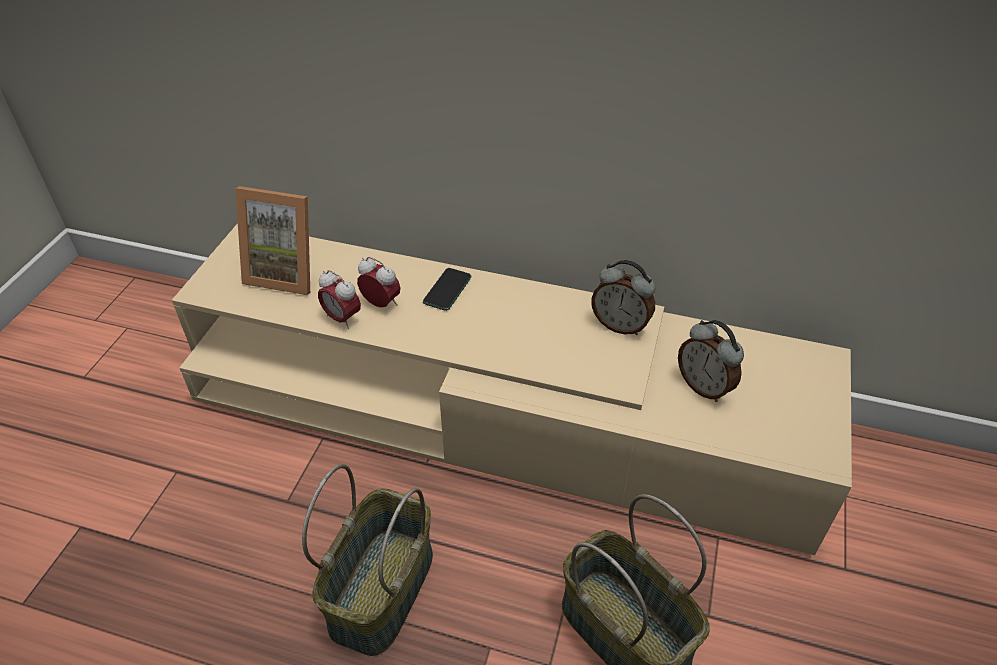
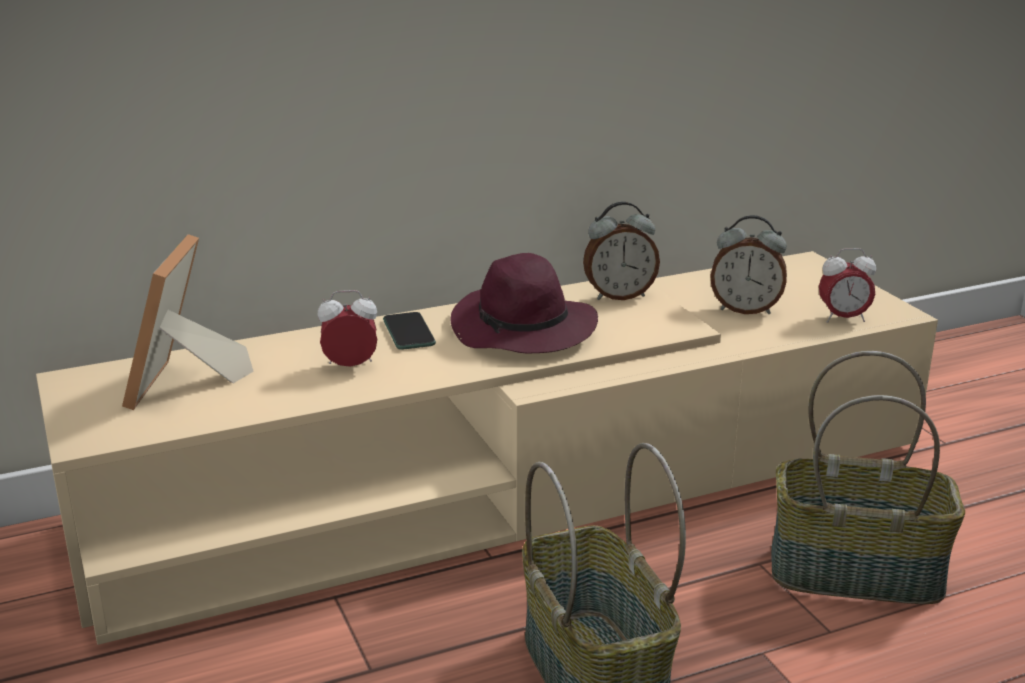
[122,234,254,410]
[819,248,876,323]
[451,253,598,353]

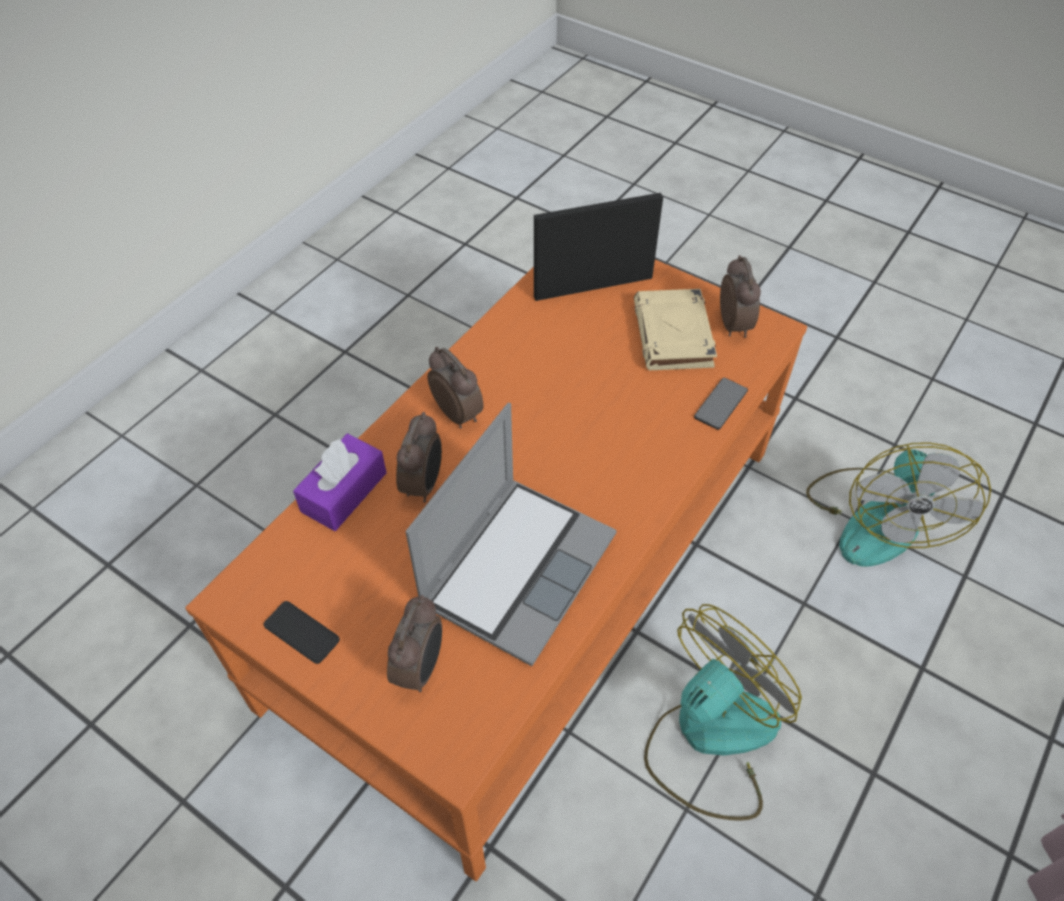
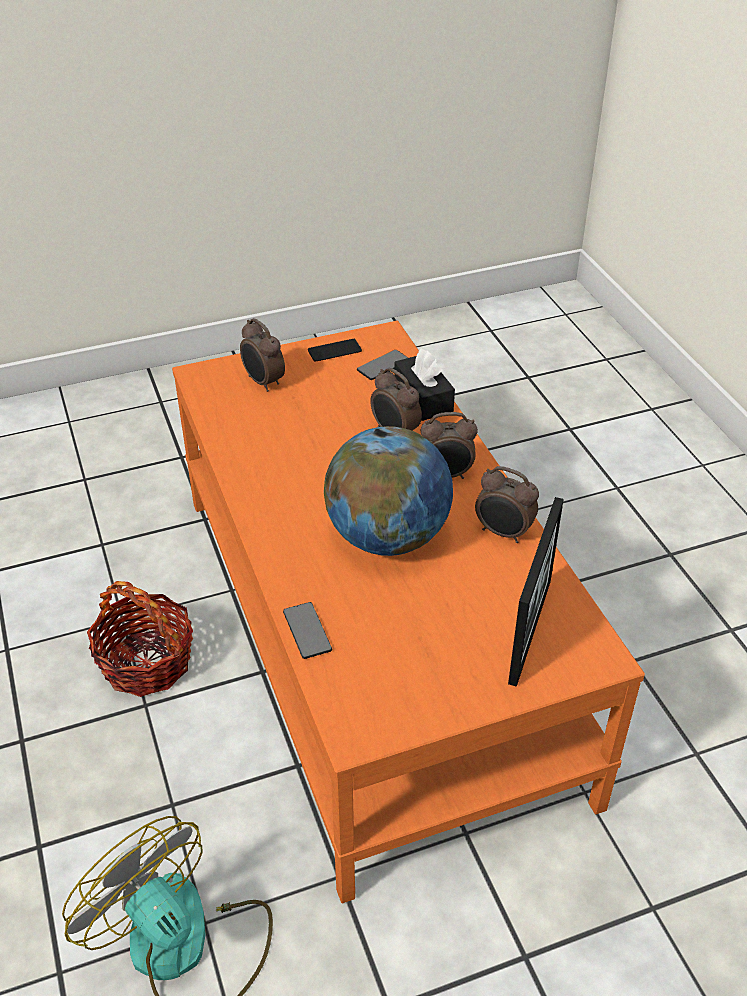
[475,466,539,543]
[634,289,717,370] (first image)
[405,403,617,666] (first image)
[394,349,455,421]
[87,581,193,697]
[357,350,408,380]
[324,426,453,556]

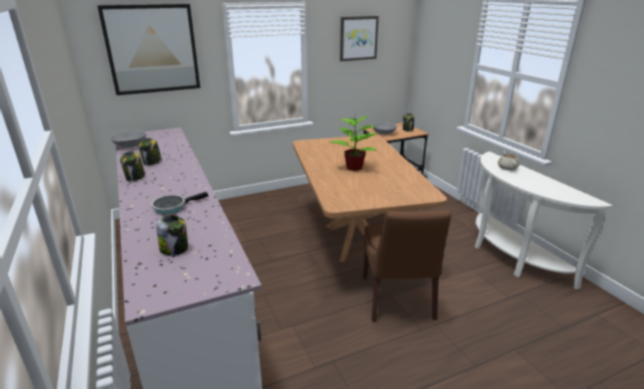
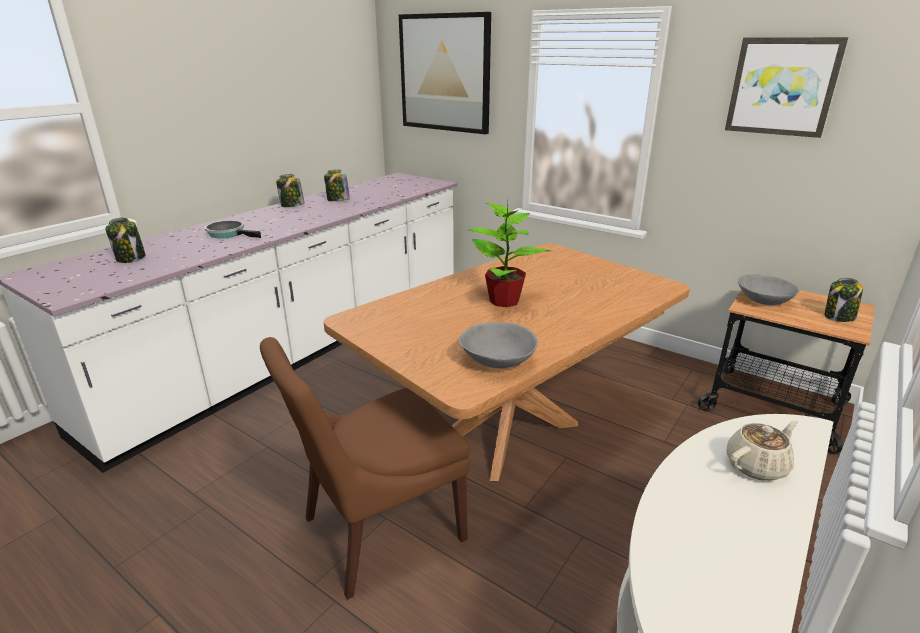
[459,322,538,368]

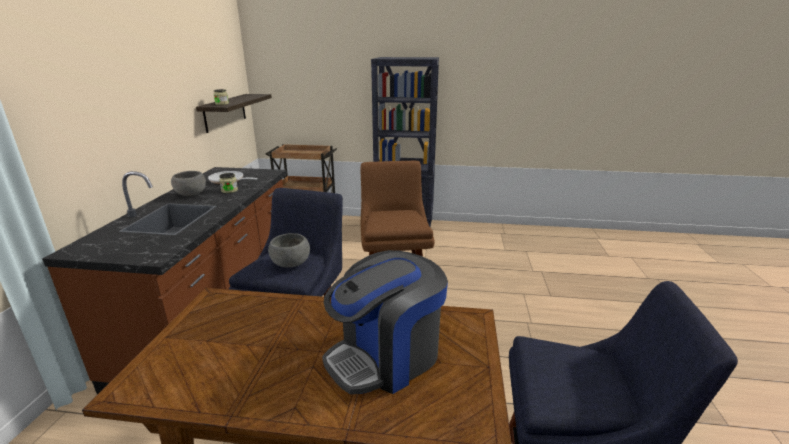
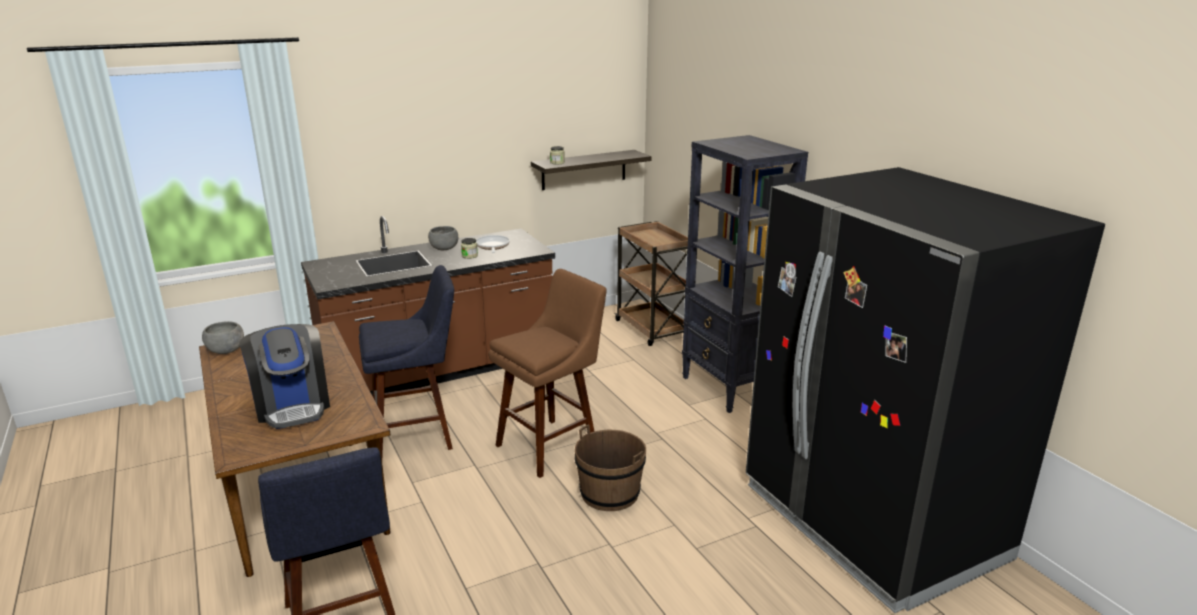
[202,321,244,354]
[240,324,330,429]
[746,167,1105,613]
[575,425,646,511]

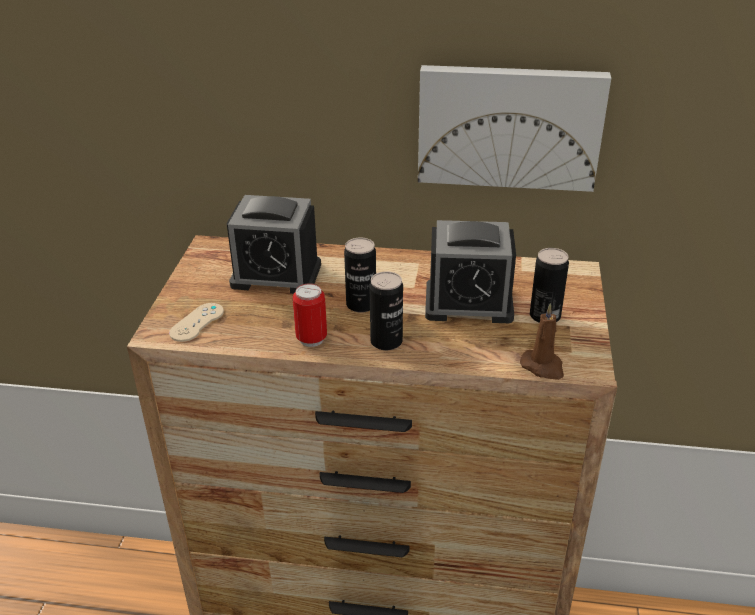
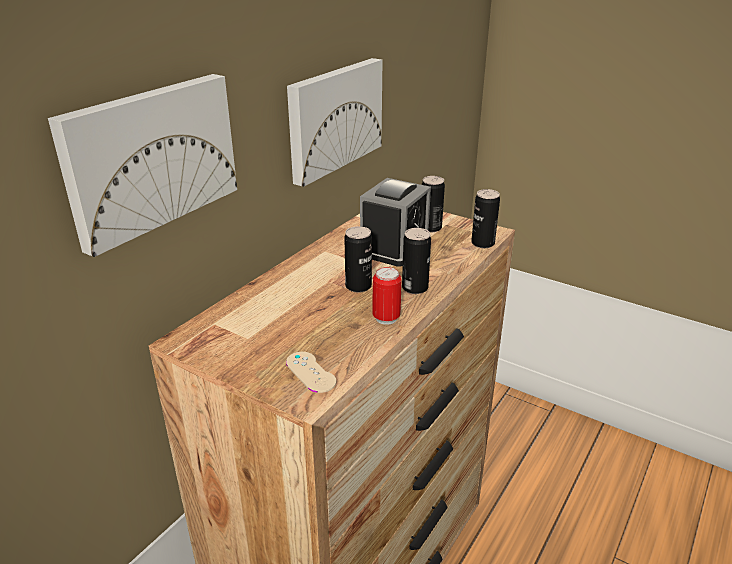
[227,195,321,294] (first image)
[471,189,500,248]
[48,74,237,257]

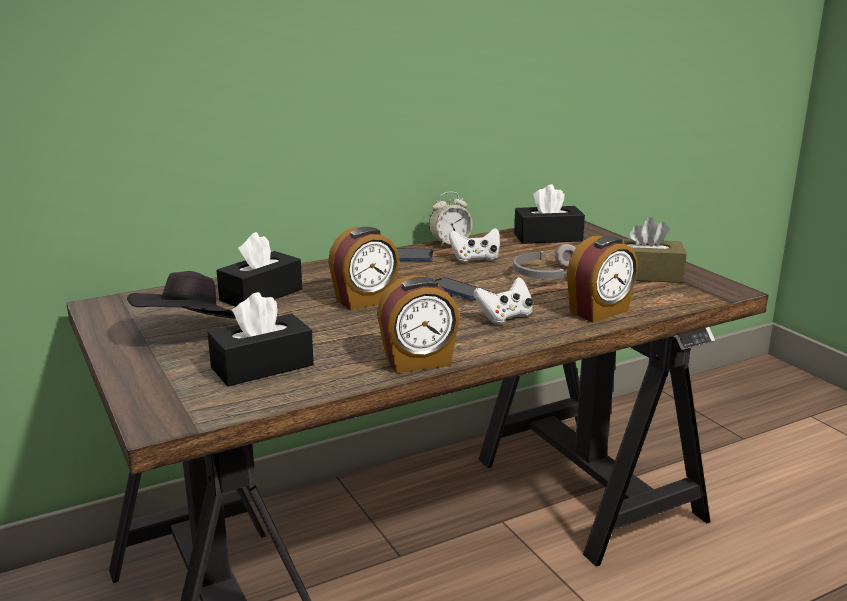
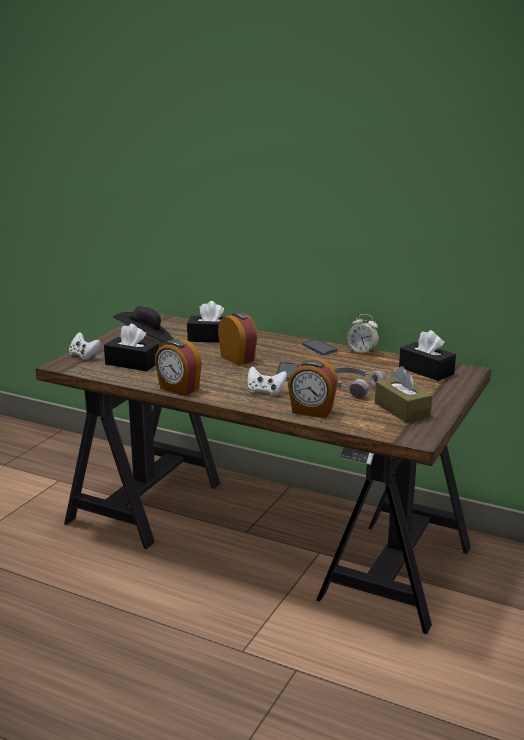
[218,312,258,365]
[69,332,101,360]

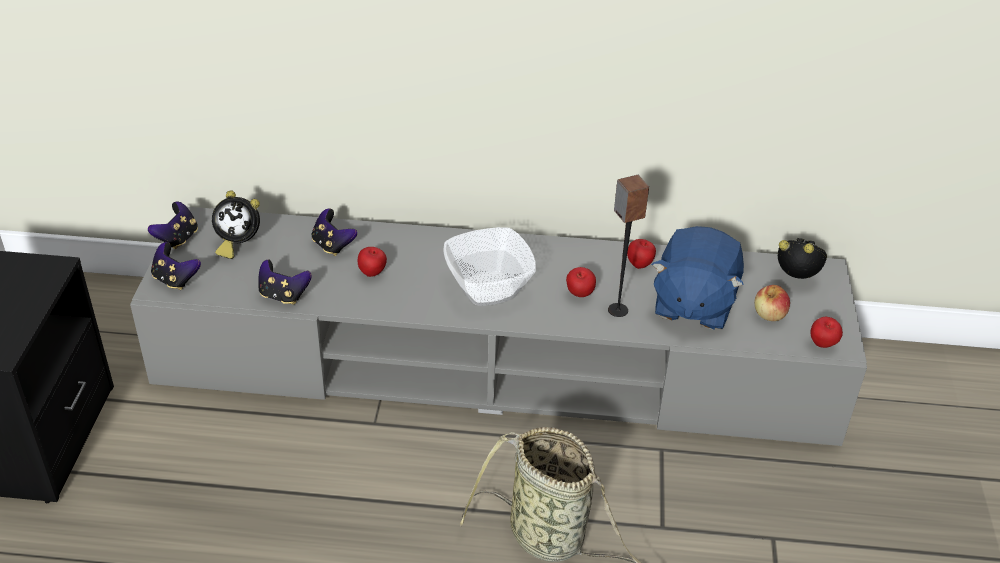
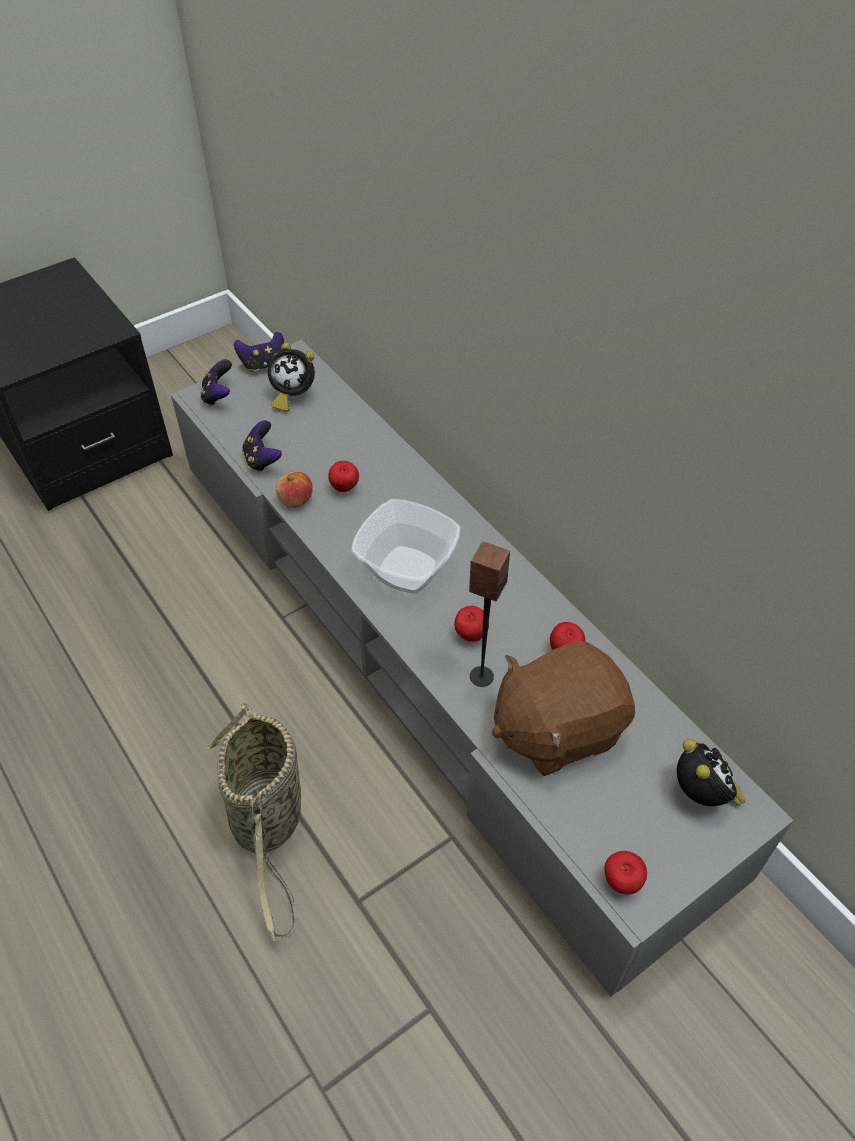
[268,342,315,411]
[312,208,357,256] (first image)
[492,641,635,776]
[276,471,313,508]

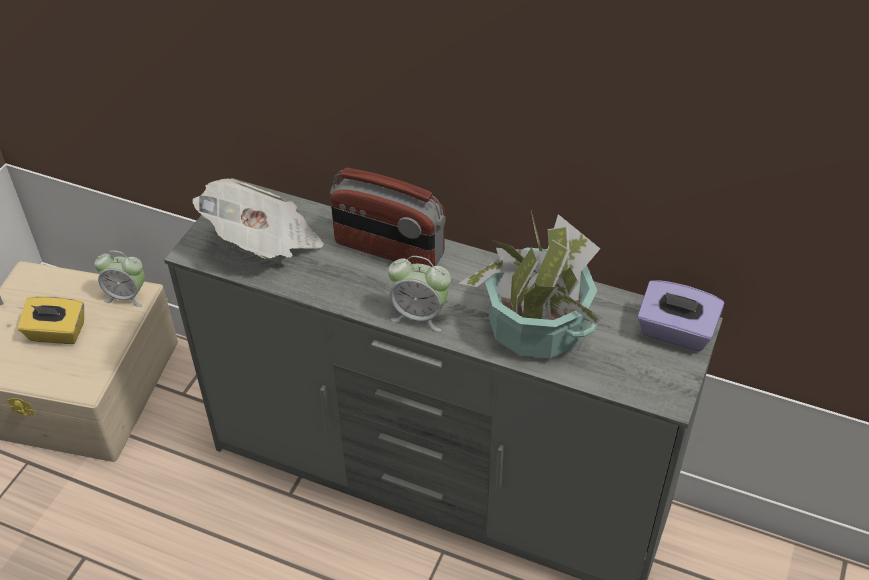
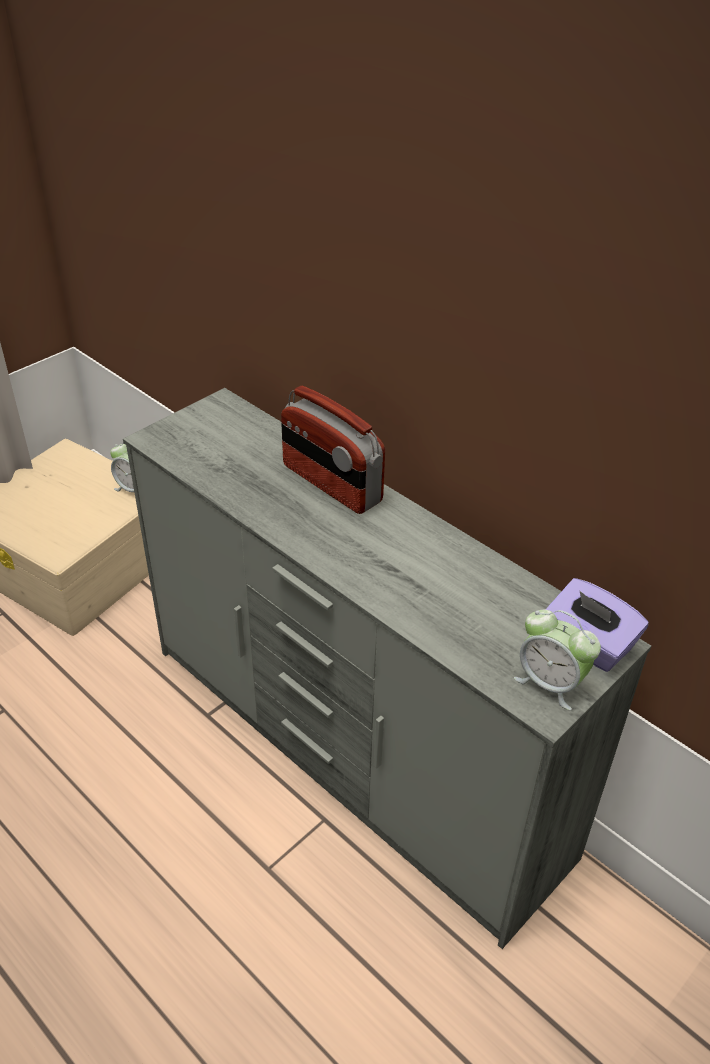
[192,178,324,259] (first image)
[458,212,602,358] (first image)
[514,610,601,710]
[17,296,84,344] (first image)

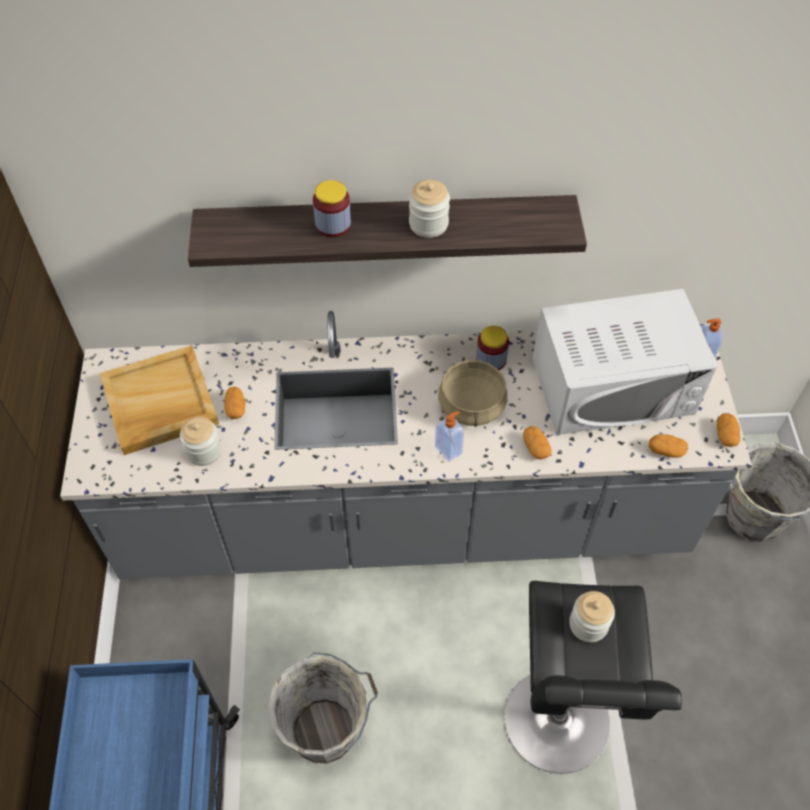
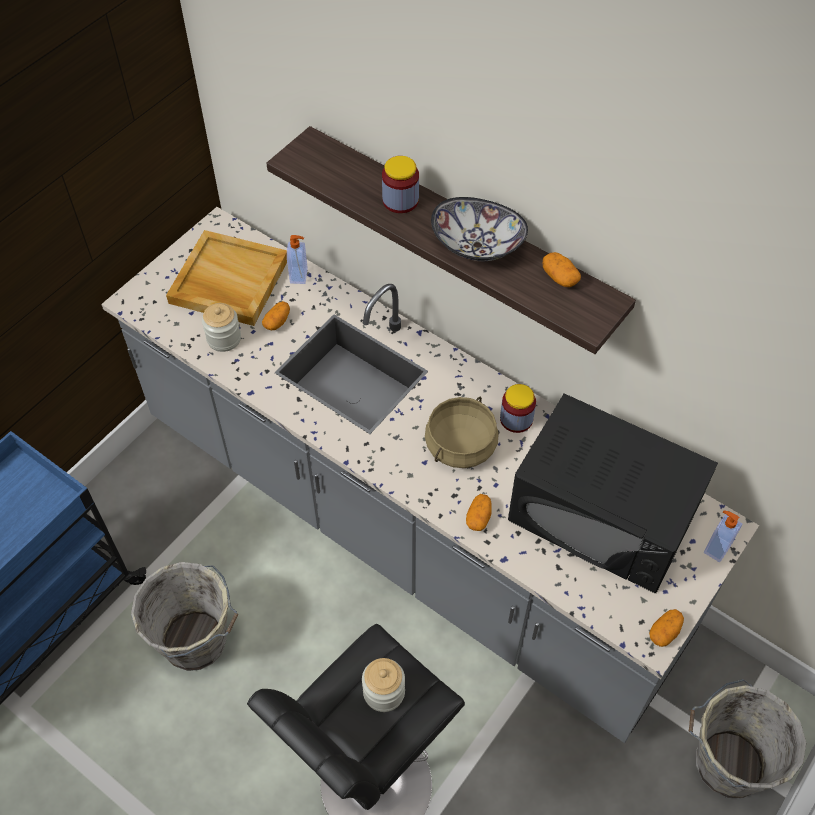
[431,197,528,261]
[508,394,718,593]
[287,235,308,284]
[543,252,581,287]

